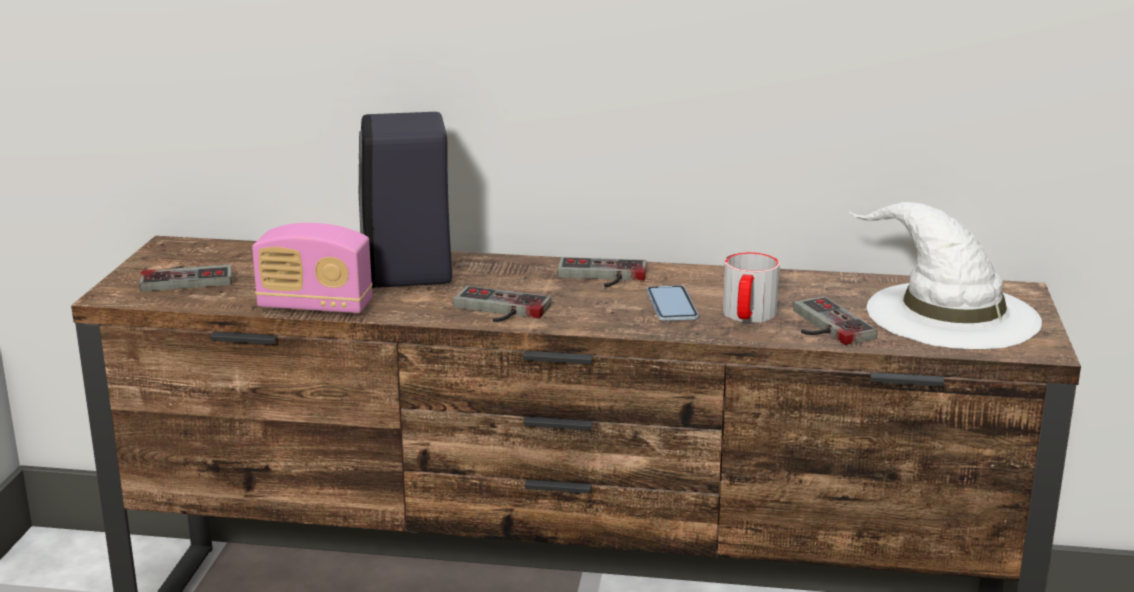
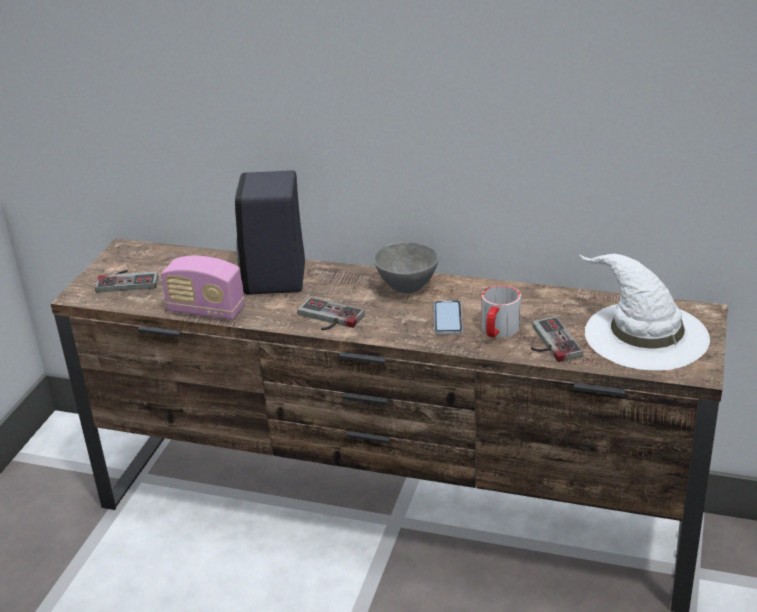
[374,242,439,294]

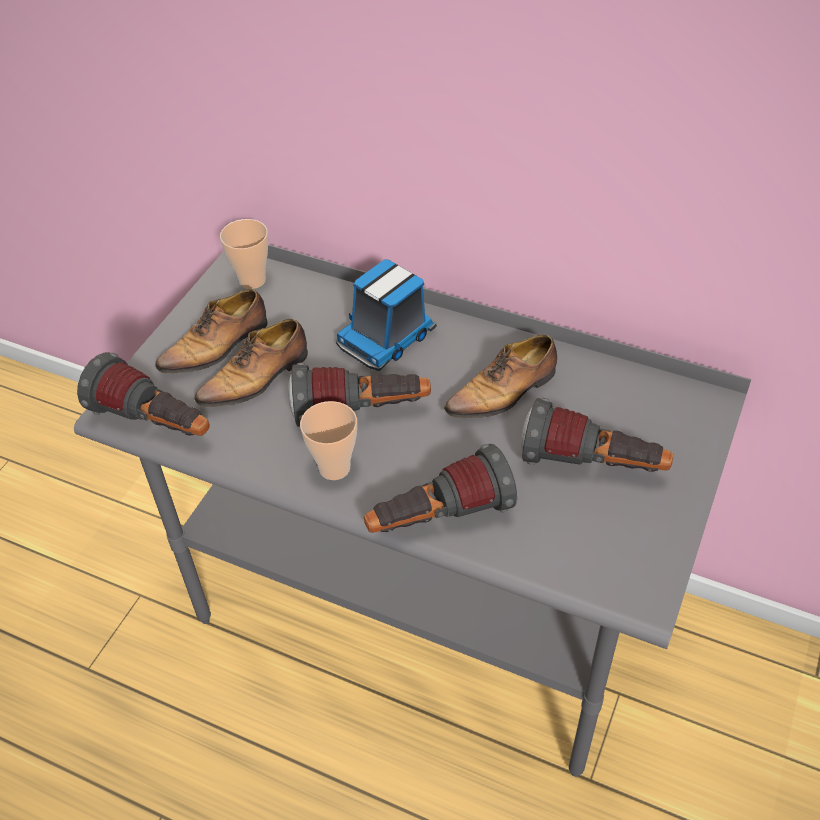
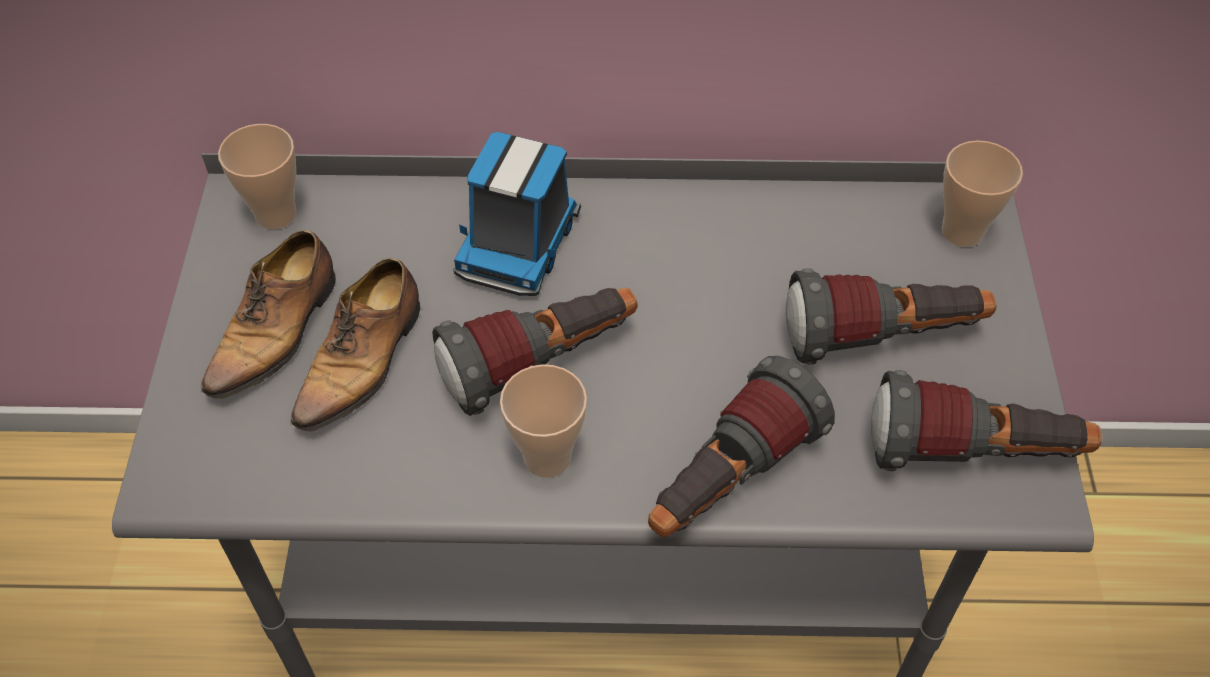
[443,334,557,418] (first image)
[871,370,1102,471]
[942,140,1023,247]

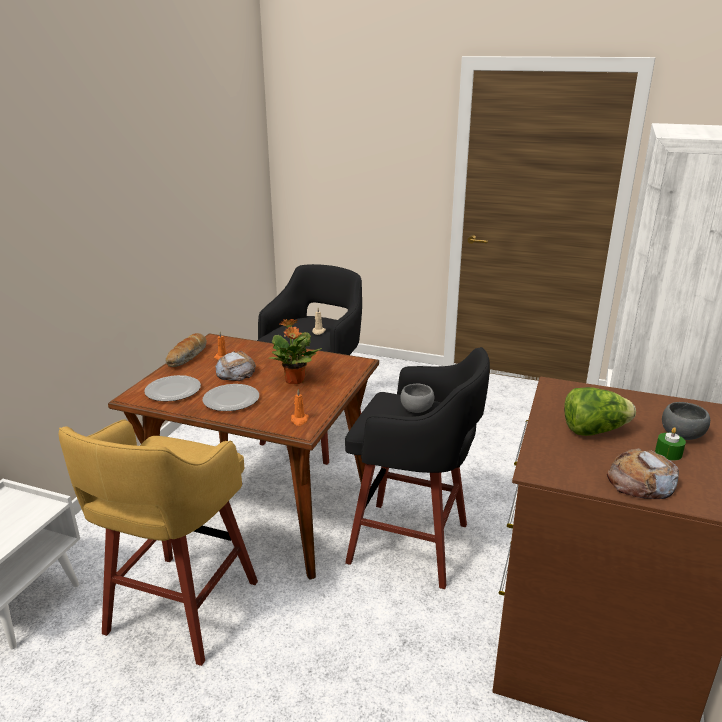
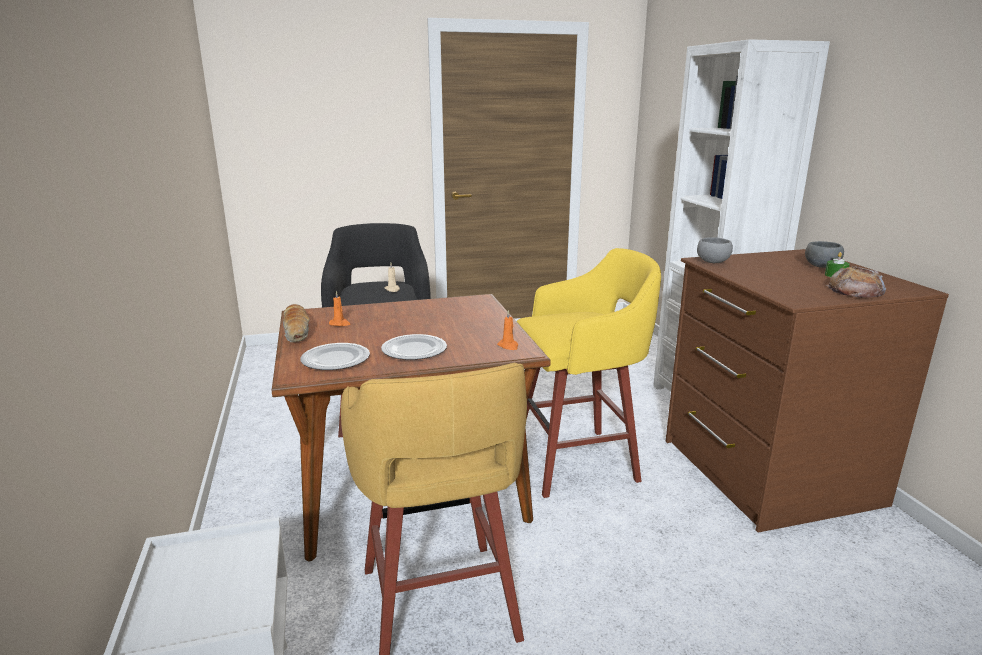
[269,319,322,384] (first image)
[517,248,661,498]
[215,351,256,381] (first image)
[697,237,733,263]
[564,387,636,436] (first image)

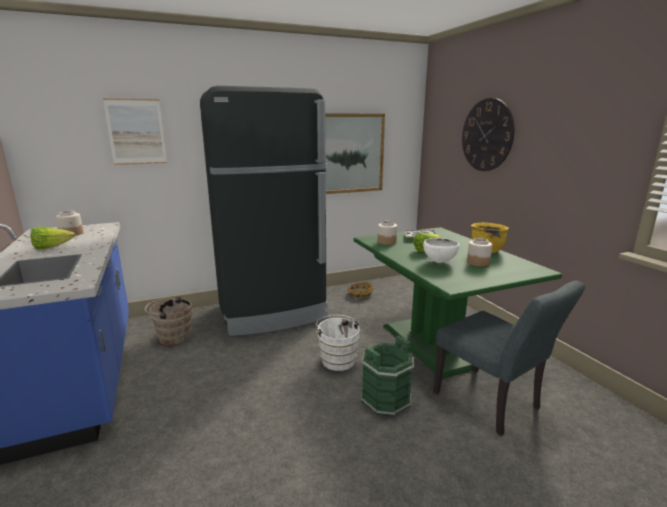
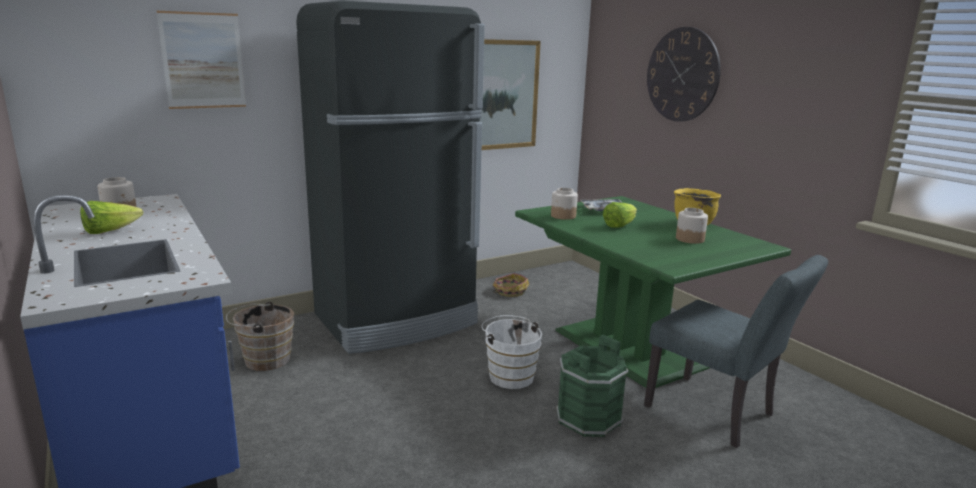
[423,238,459,263] (first image)

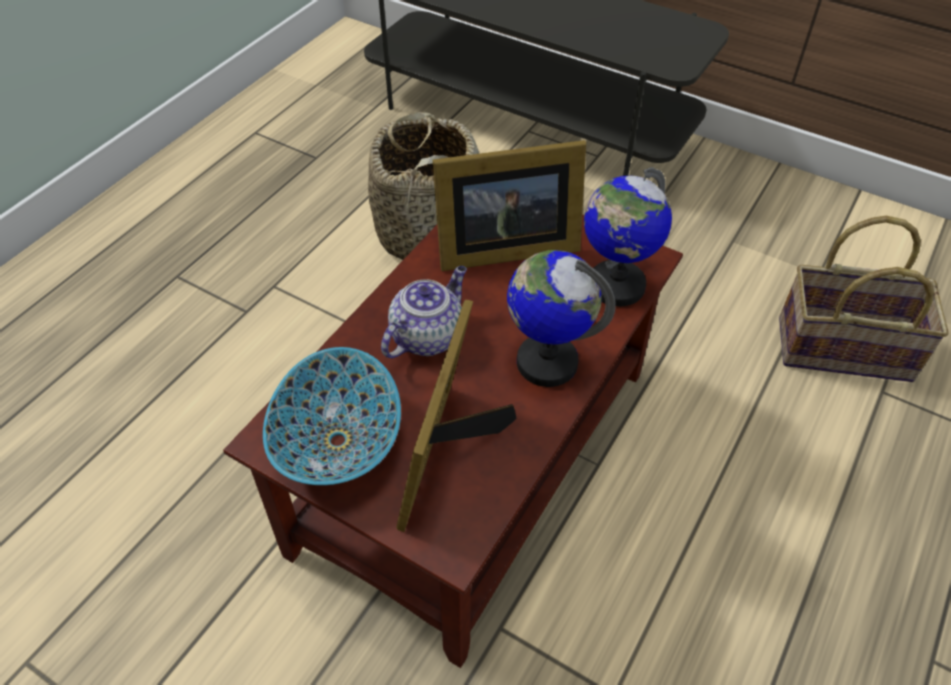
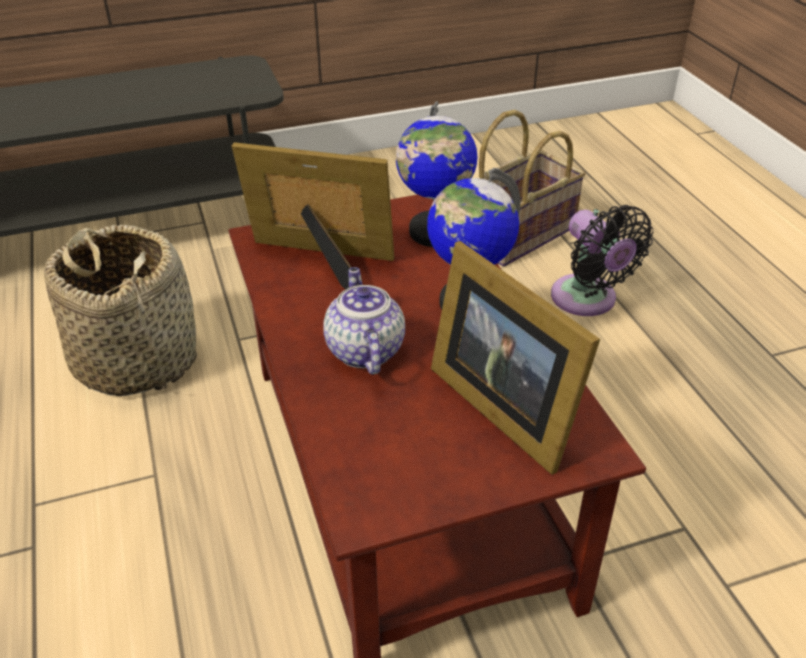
[232,142,395,289]
[263,347,401,485] (first image)
[551,205,654,316]

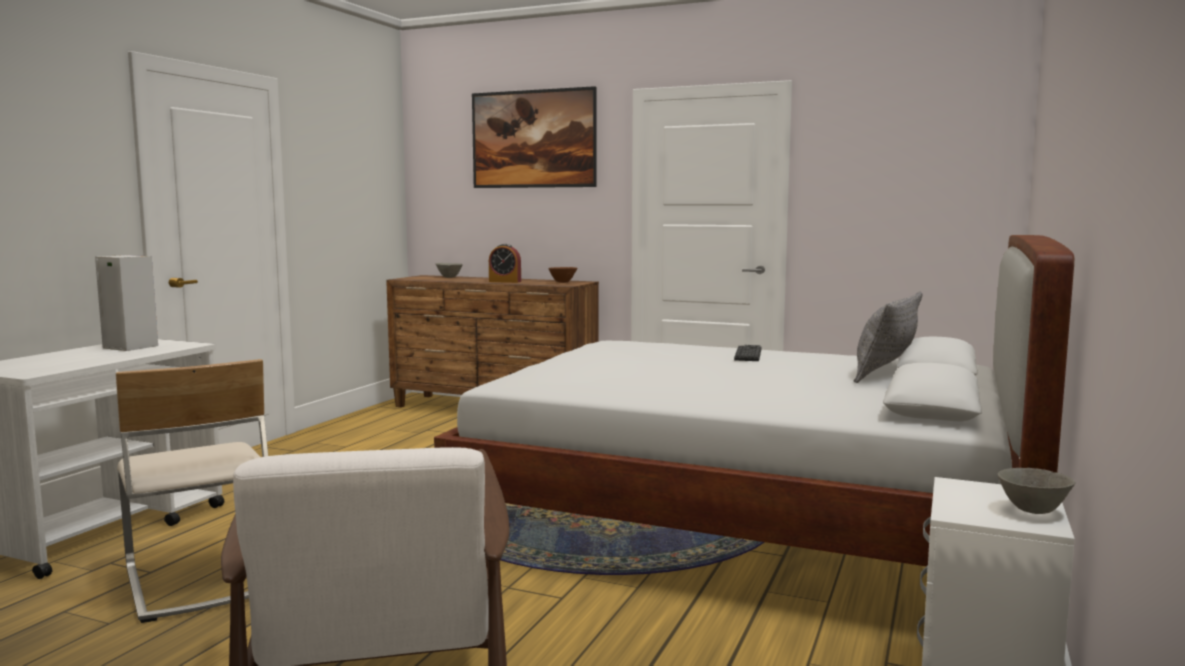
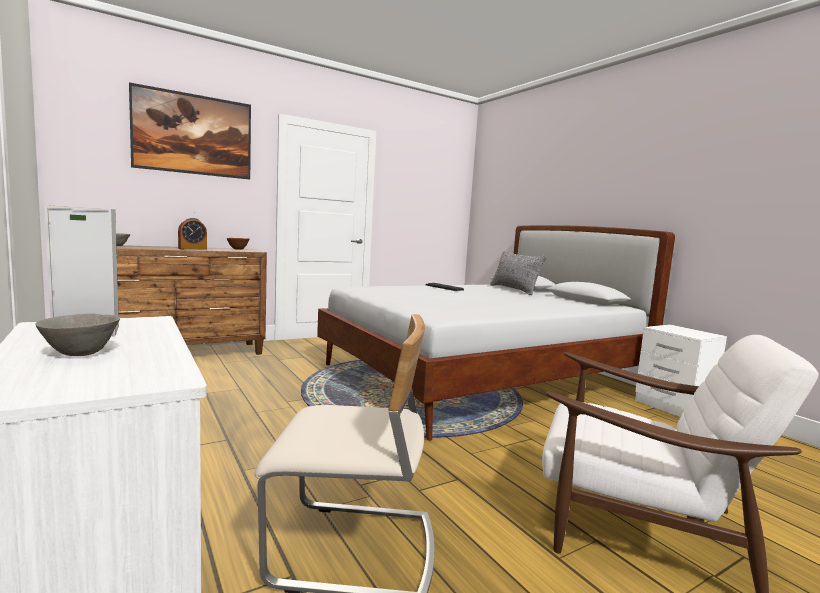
[35,314,120,356]

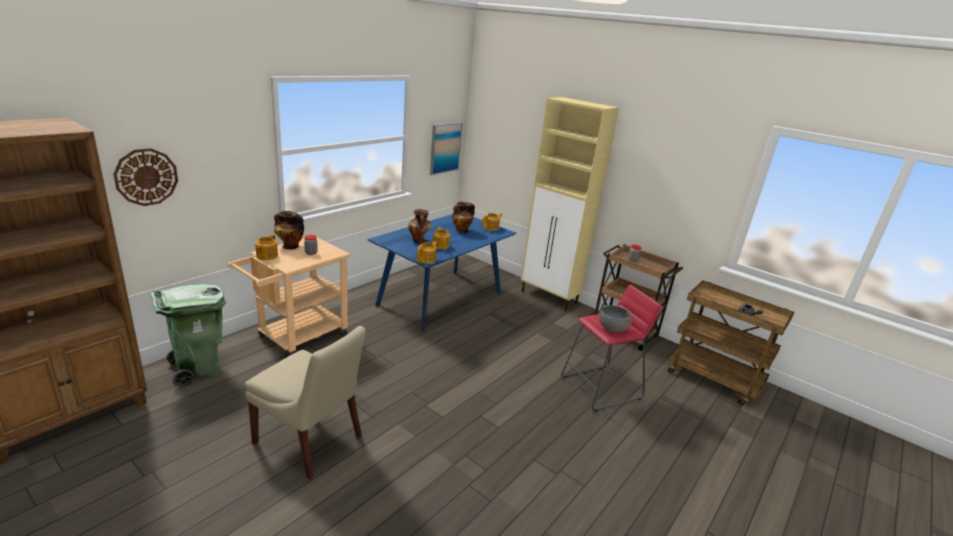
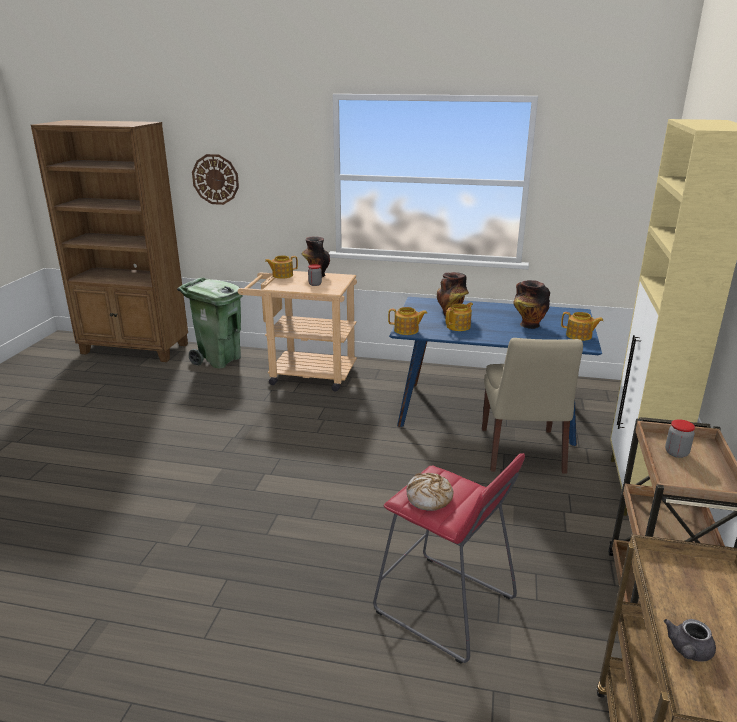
[430,122,462,175] (first image)
[406,473,453,511]
[482,338,583,474]

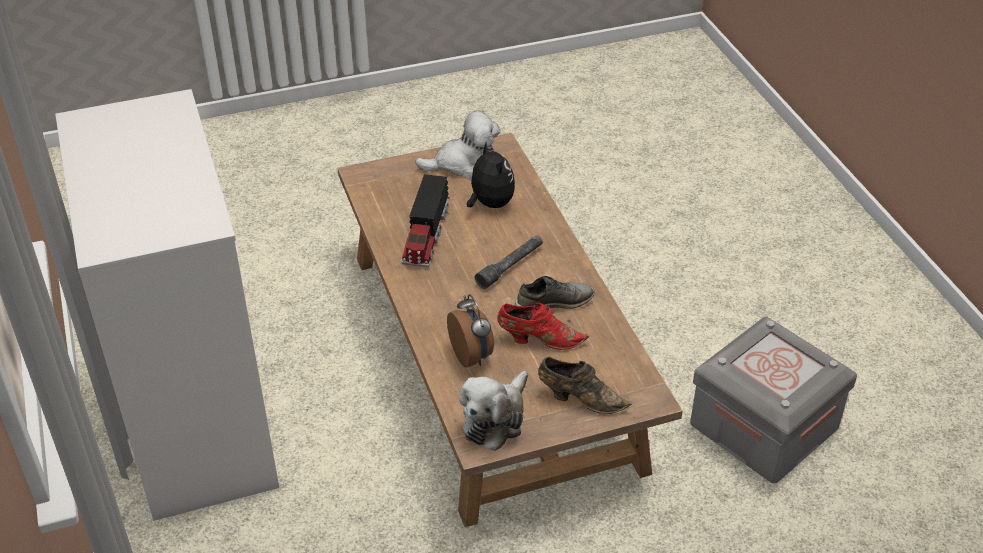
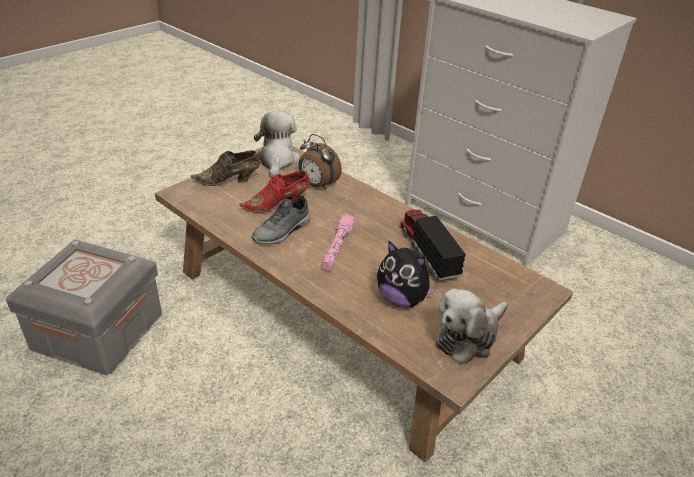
[322,214,355,270]

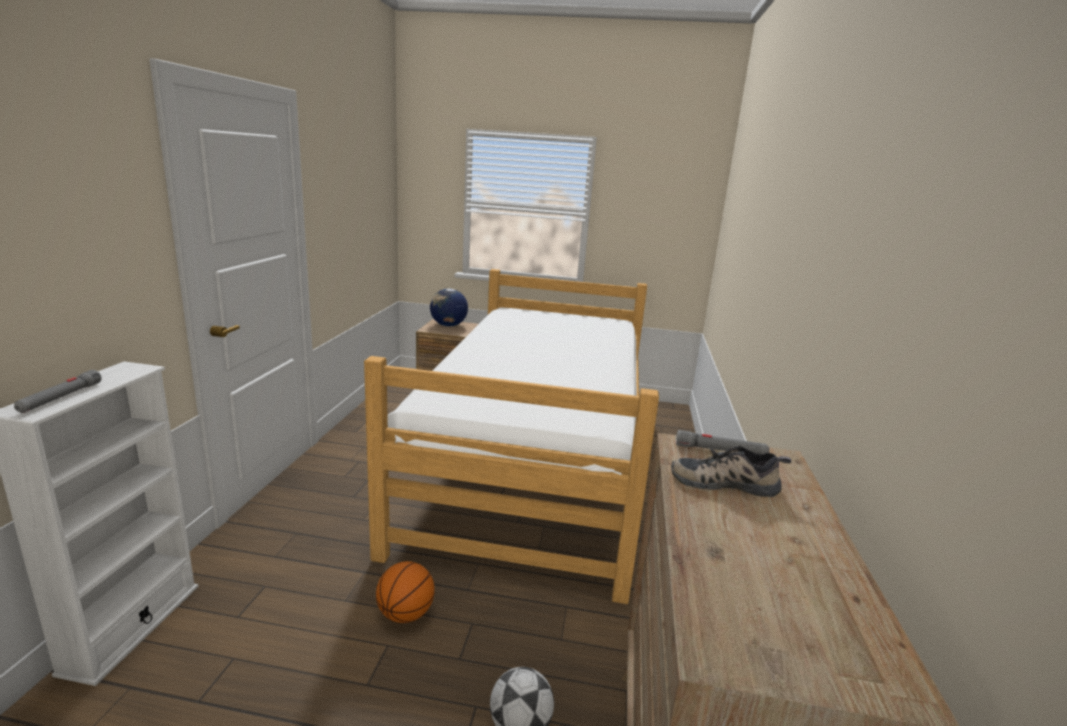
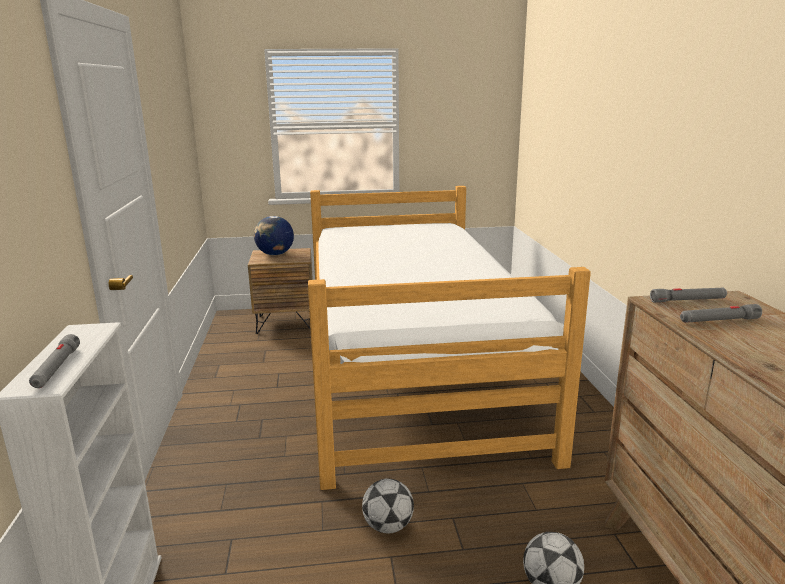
[680,304,762,323]
[362,478,414,534]

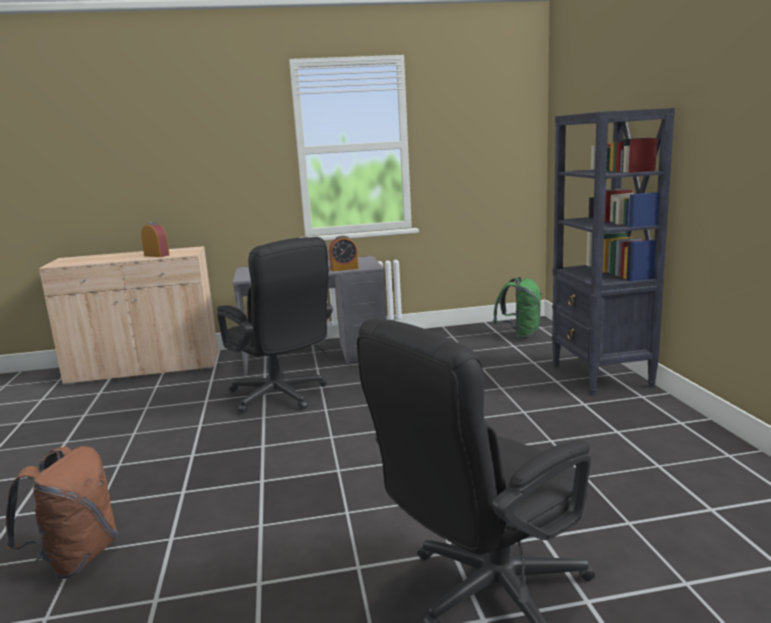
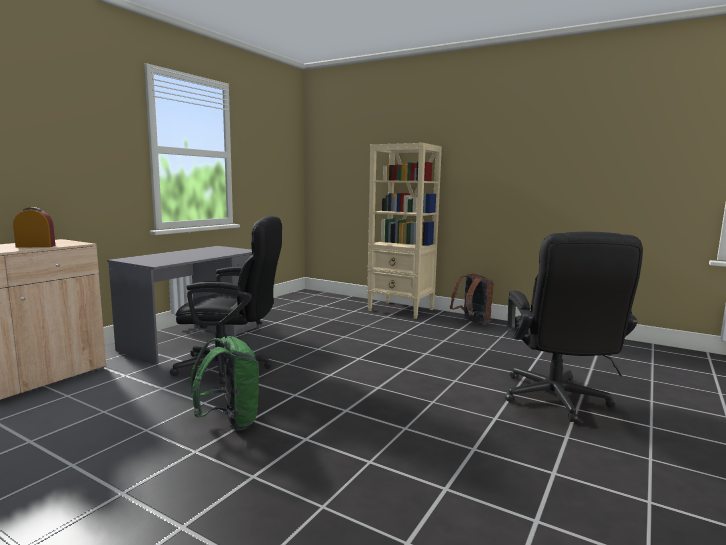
[367,143,442,319]
[329,235,359,271] (first image)
[190,336,260,431]
[450,273,494,325]

